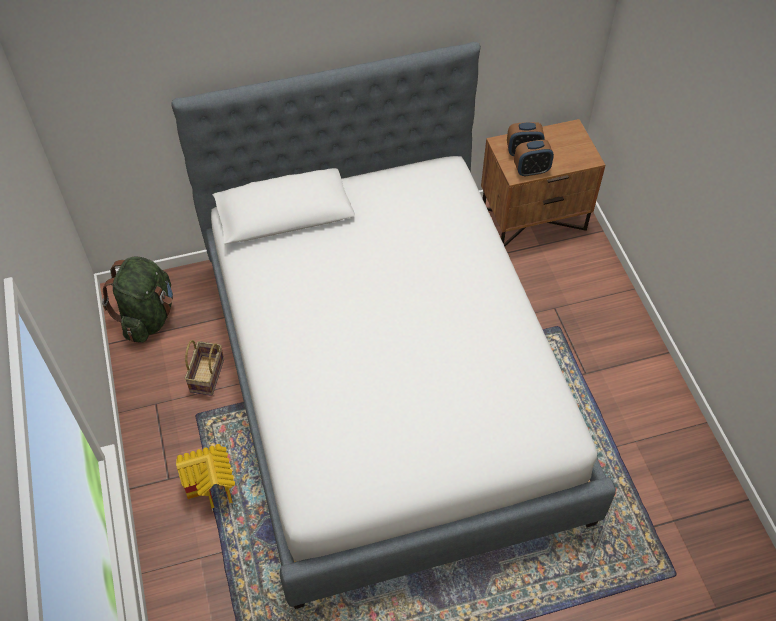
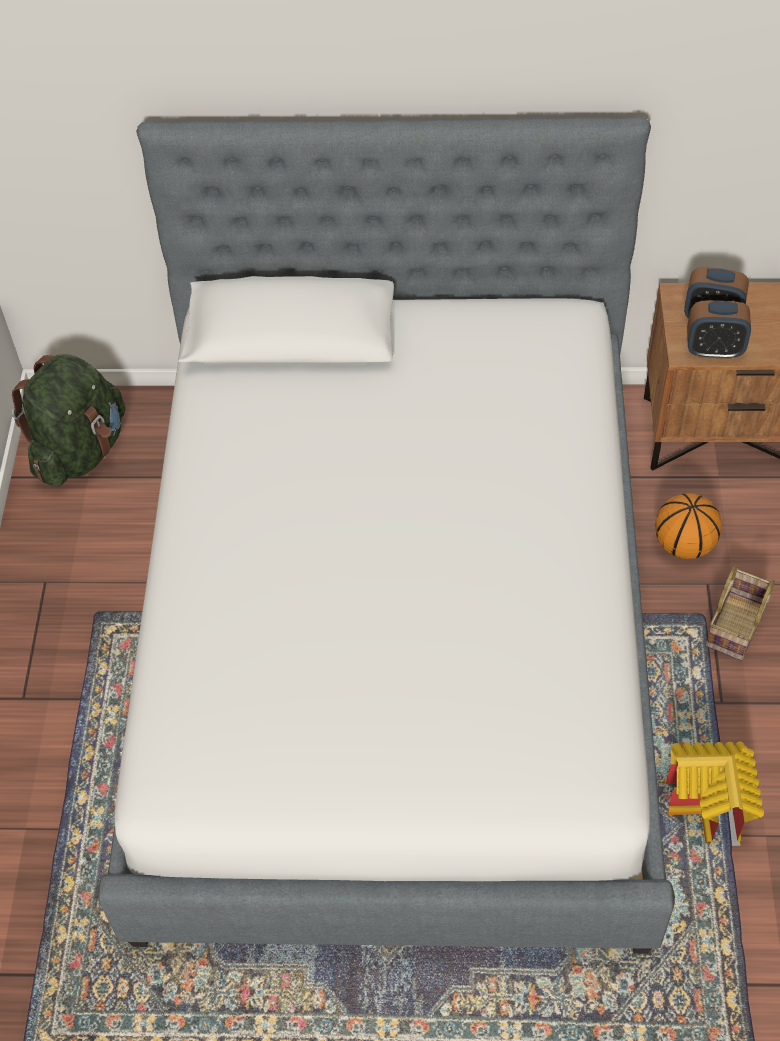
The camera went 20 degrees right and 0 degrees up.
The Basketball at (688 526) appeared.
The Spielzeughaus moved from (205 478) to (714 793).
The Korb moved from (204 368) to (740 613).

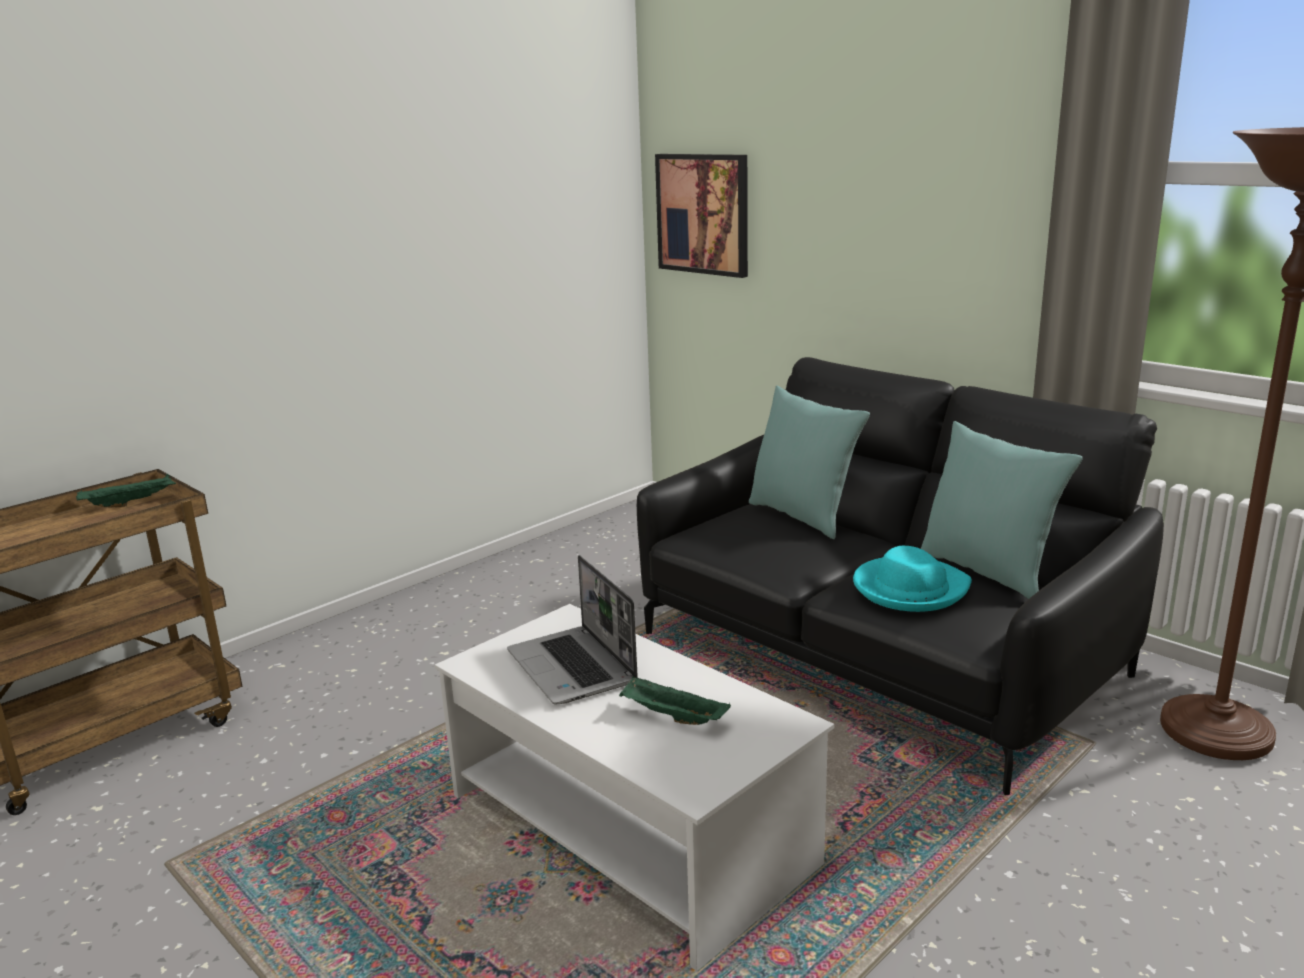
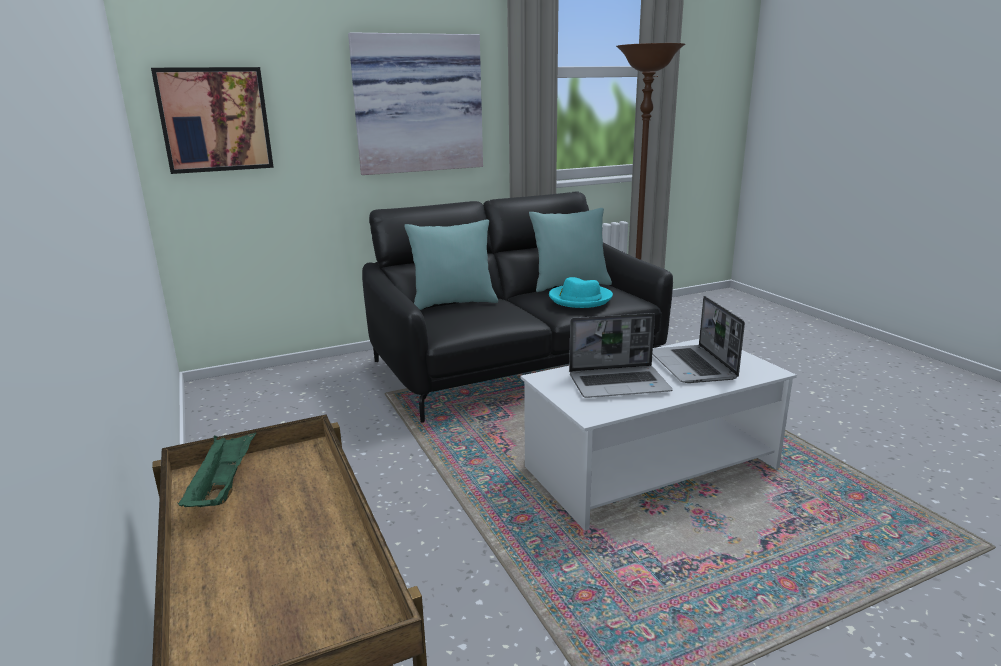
The camera went 70 degrees left and 0 degrees up.
The Bild at (415 103) appeared.
The Tablett (grün) at (675 700) was replaced by the Laptop at (698 339).

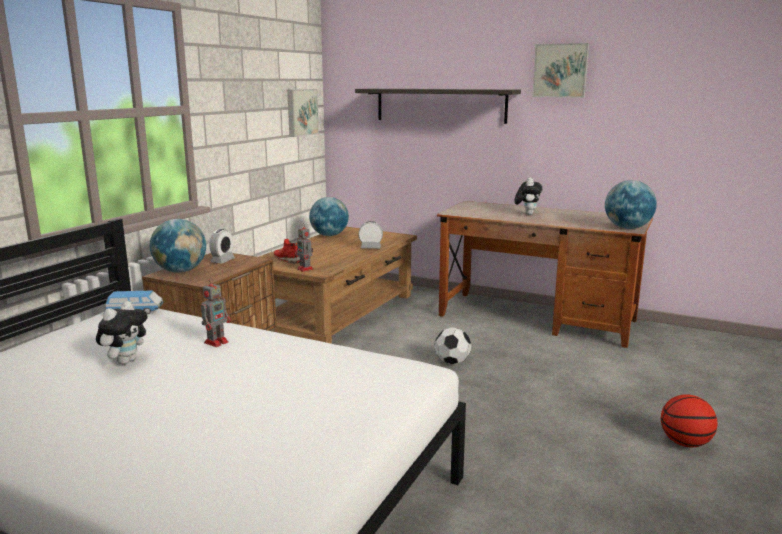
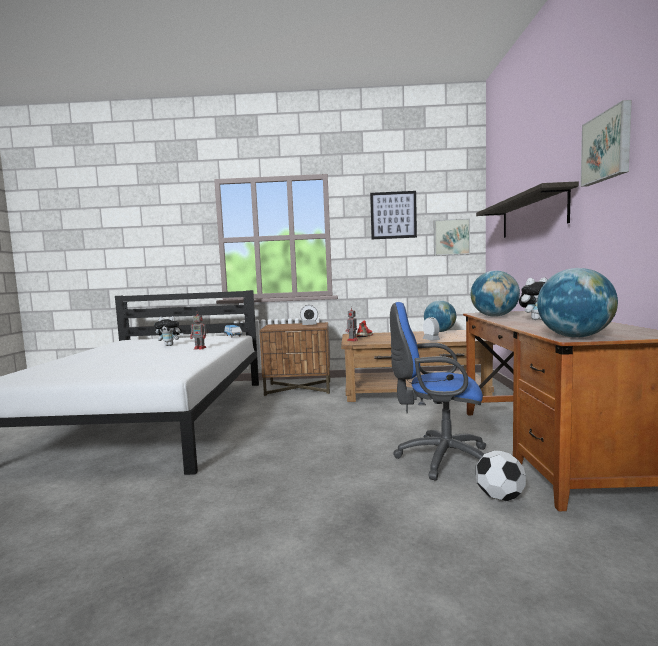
The camera went 65 degrees right and 10 degrees down.
The Bild at (393 215) appeared.
The Bürostuhl (blau) at (438 391) appeared.
The Globus moved from (178 246) to (495 294).
The Fußball moved from (452 345) to (501 476).
The Basketball at (689 420) disappeared.

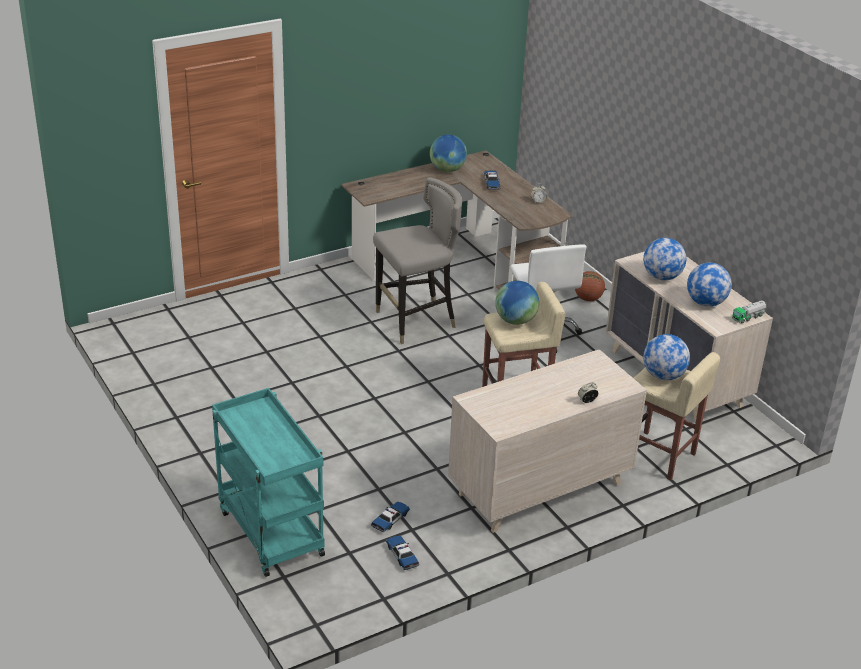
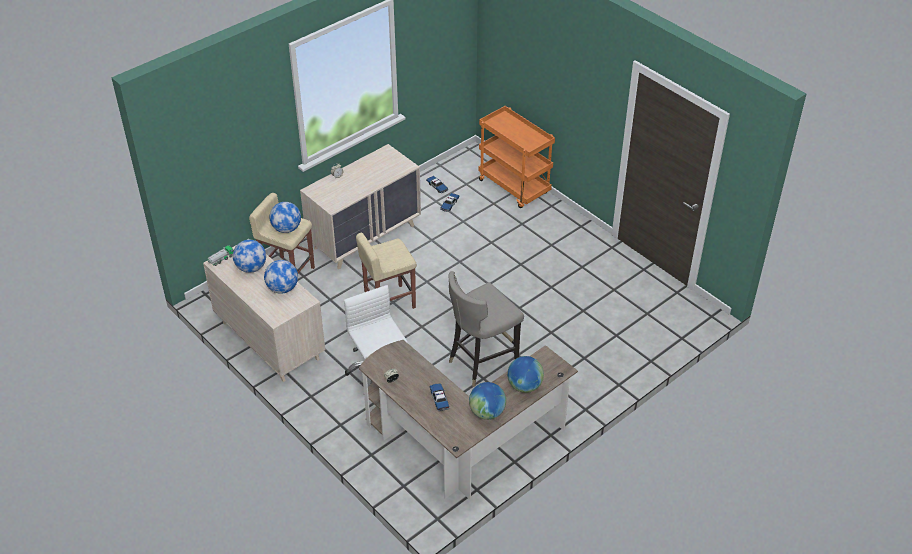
The camera went 170 degrees right and 10 degrees up.
The Rollwagen (türkis) at (268 482) became the Rollwagen (orange) at (517 157).
The Globus moved from (517 303) to (525 374).
The Basketball at (590 286) disappeared.

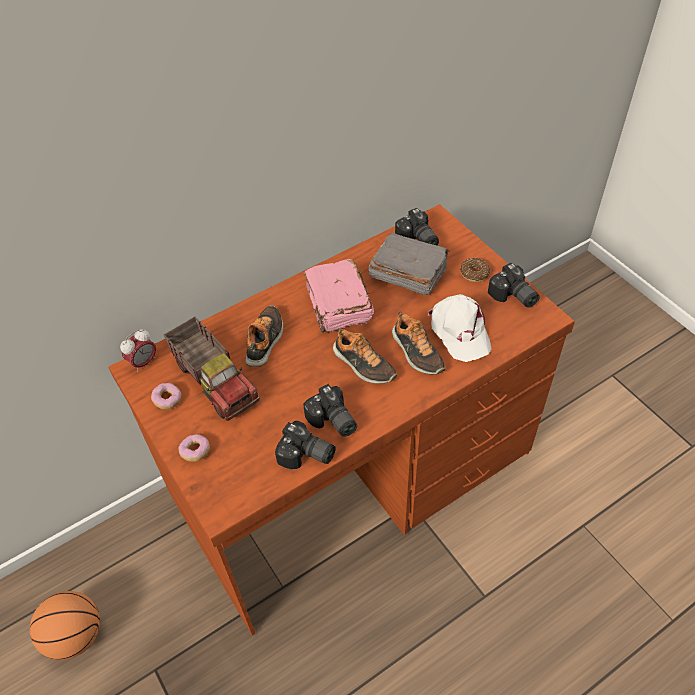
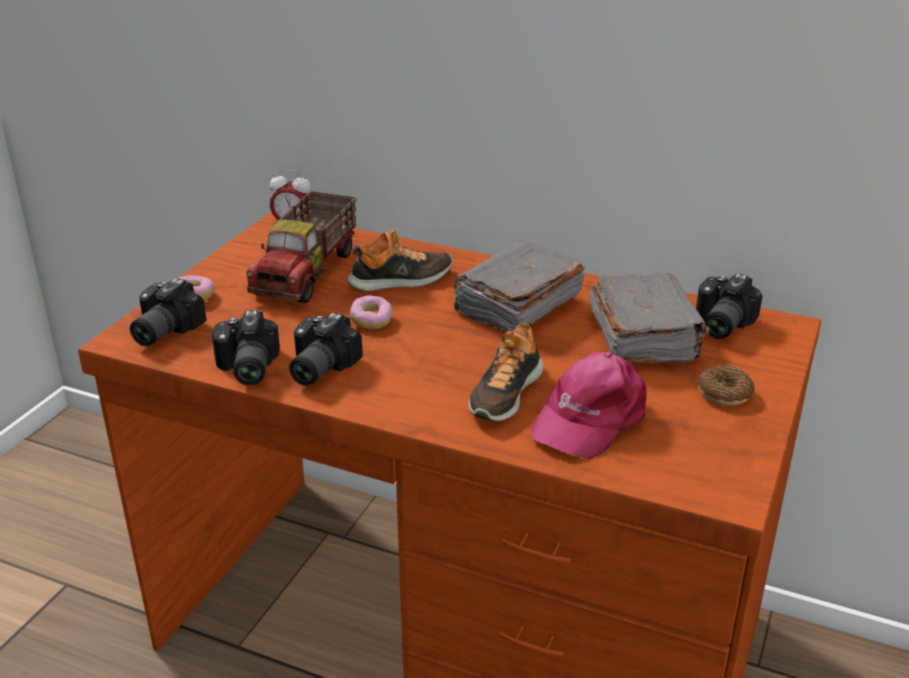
The camera went 55 degrees right and 20 degrees down.
The Kamera moved from (514 285) to (168 312).
The Donut moved from (166 396) to (371 312).
The Buch (rosa) at (338 296) became the Buch (grau) at (519 287).
The Kappe (weiß) at (460 328) became the Kappe (rosa) at (589 405).
The Basketball at (65 625) disappeared.
The Schuh at (365 356) disappeared.

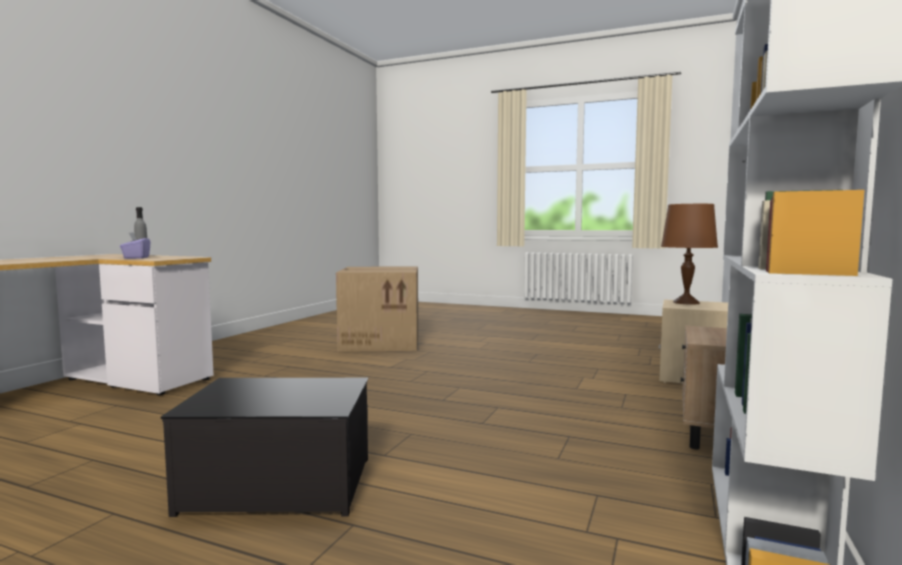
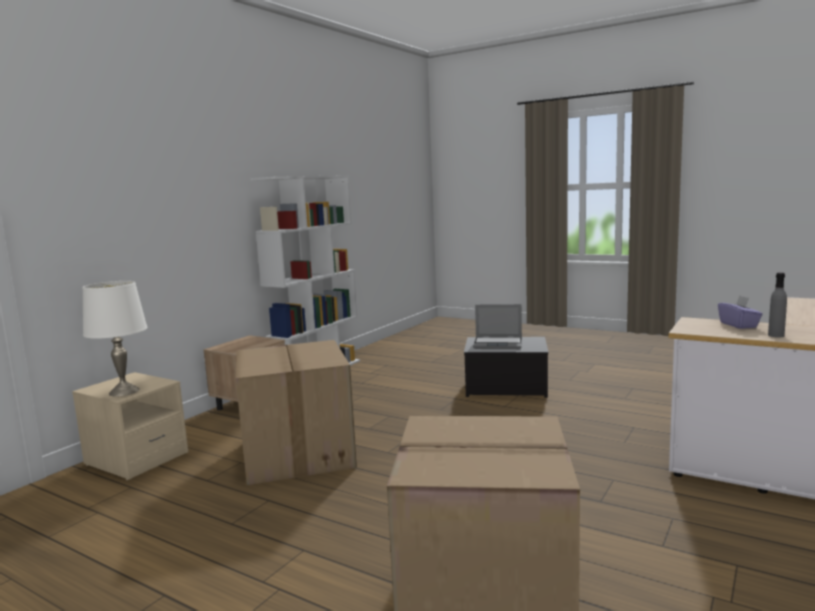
The camera went 170 degrees left and 5 degrees up.
The Tischlampe (braun) at (689 254) became the Tischlampe (weiß) at (115 339).
The Karton at (296 412) appeared.
The Laptop at (497 326) appeared.

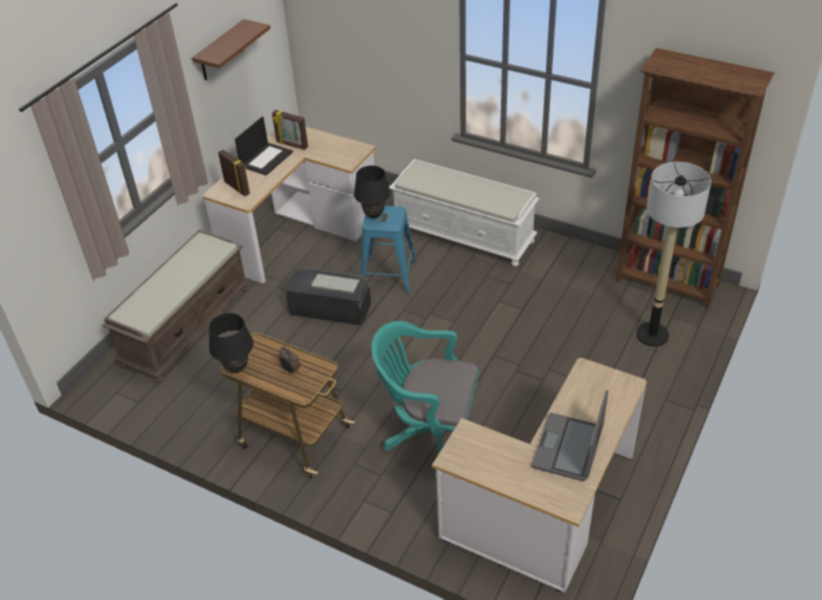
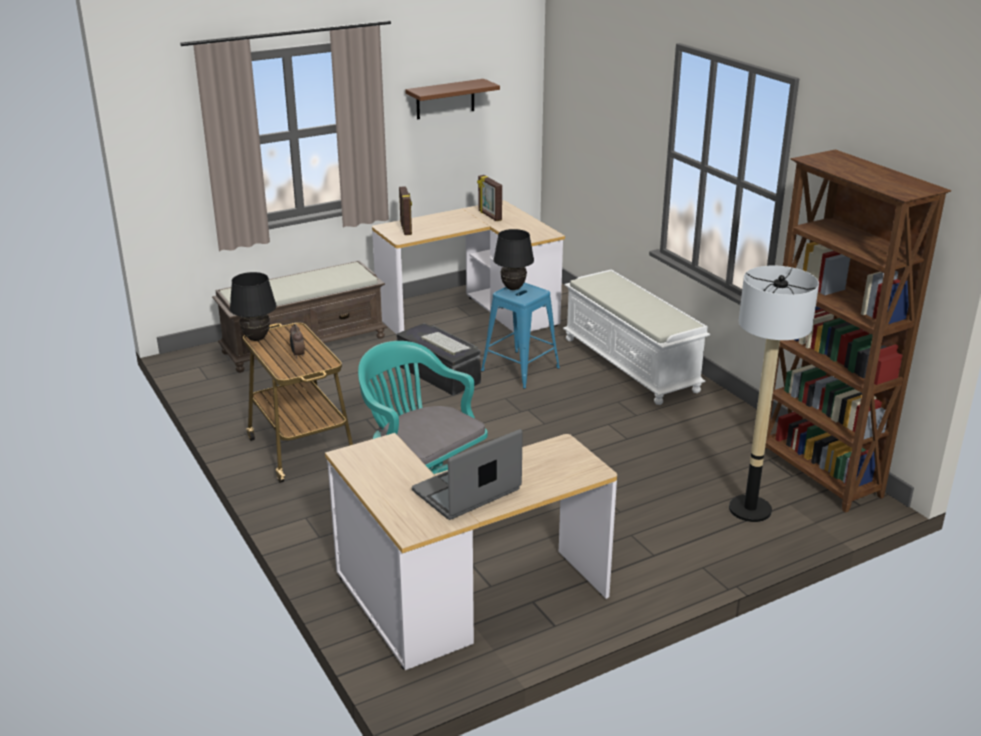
The camera went 30 degrees right and 15 degrees down.
The Laptop at (264 146) disappeared.

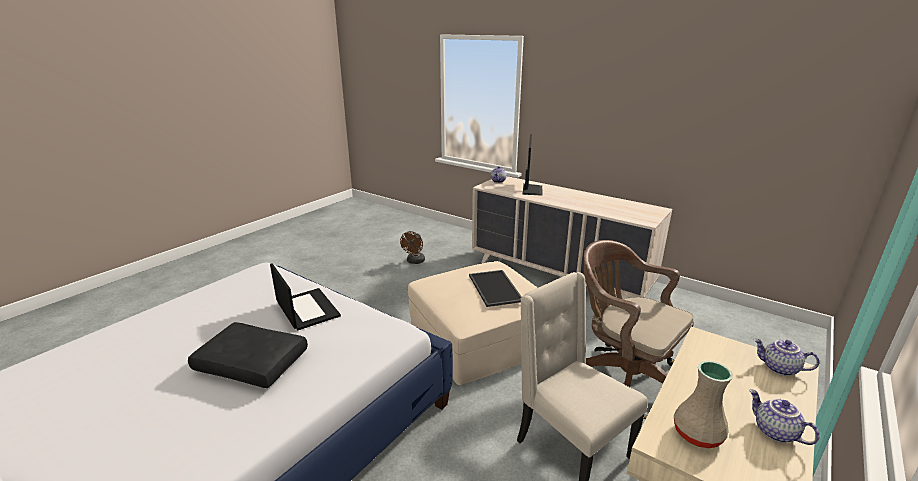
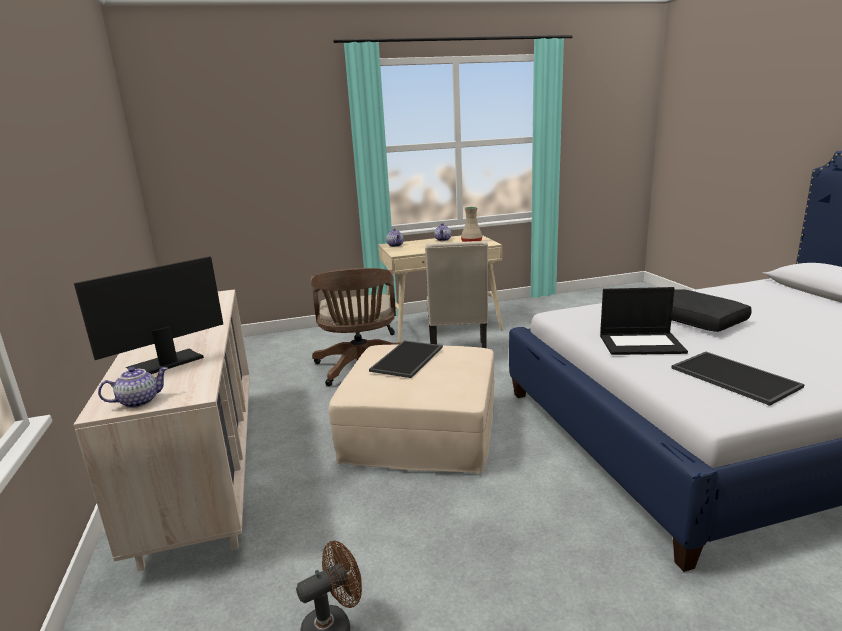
The camera went 140 degrees left and 5 degrees down.
The Laptop at (305 296) turned 90 degrees counterclockwise.
The Tablett at (738 379) appeared.

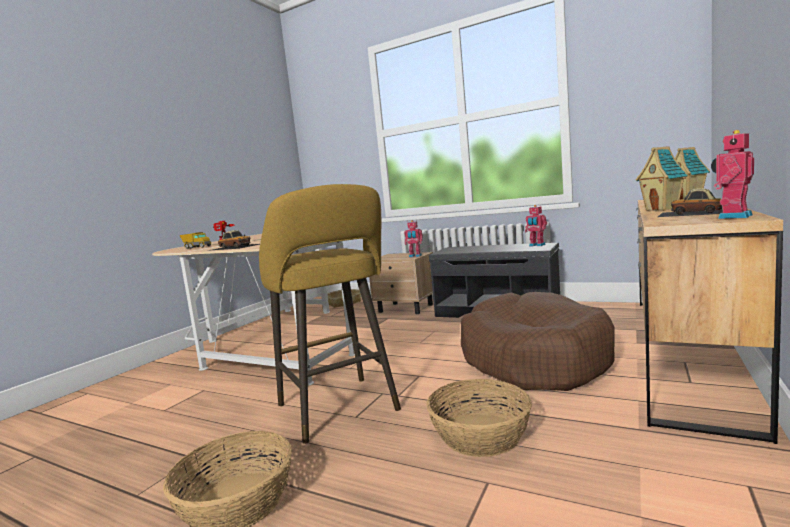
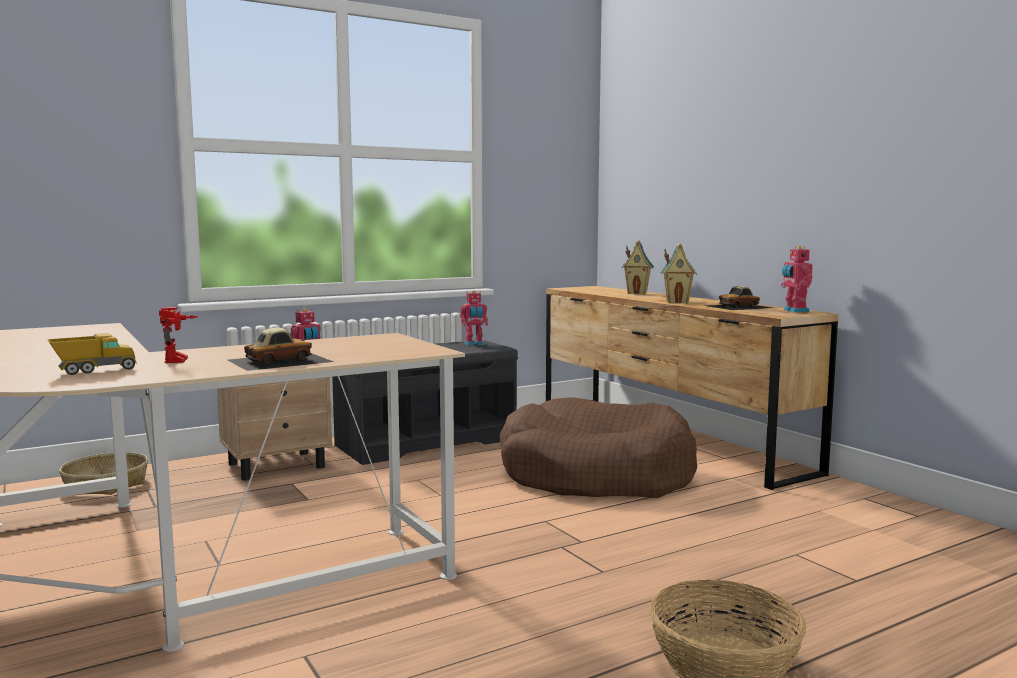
The camera went 60 degrees left and 0 degrees up.
The Hocker (gelb) at (330 314) disappeared.
The Korb at (479 418) disappeared.

